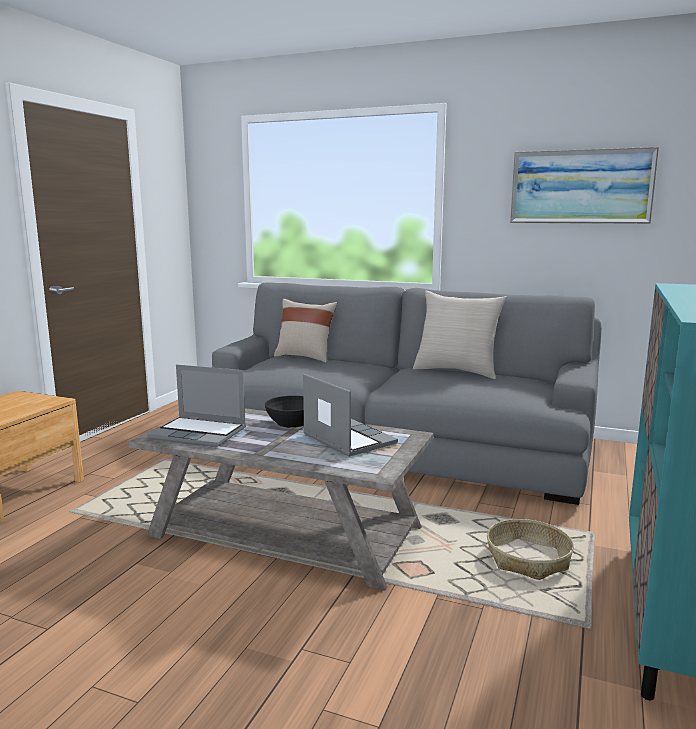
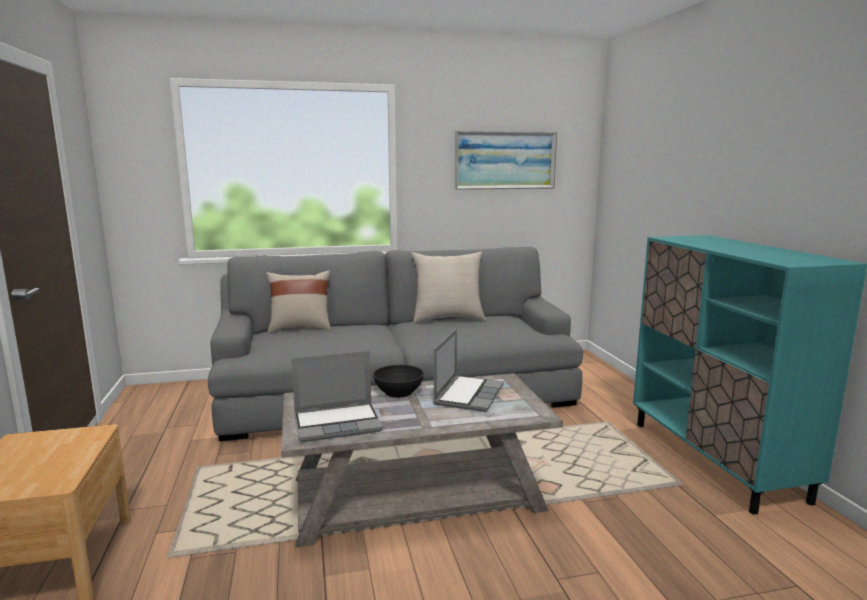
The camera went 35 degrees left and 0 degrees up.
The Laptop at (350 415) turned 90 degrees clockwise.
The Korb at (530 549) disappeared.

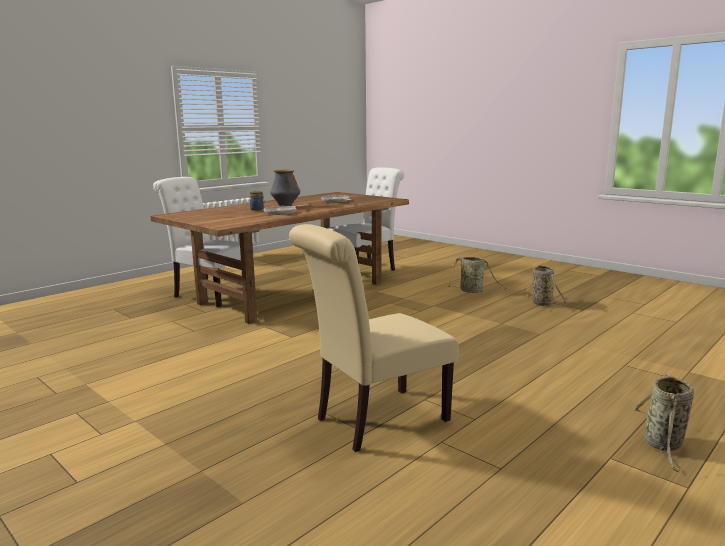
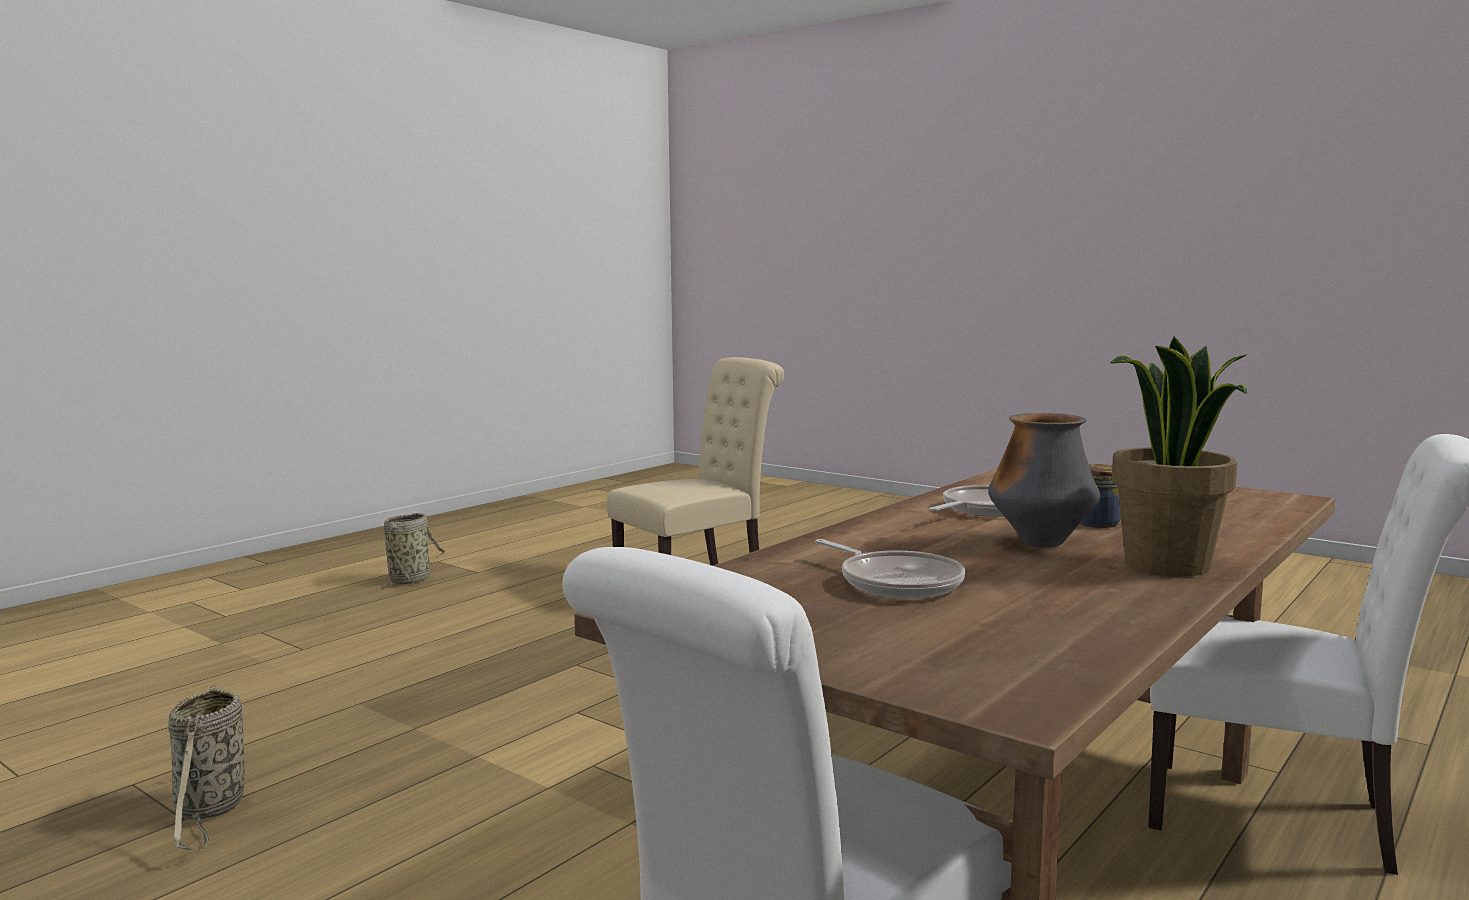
The camera went 175 degrees right and 5 degrees down.
The Topfpflanze at (1179 457) appeared.
The Korb at (477 275) disappeared.

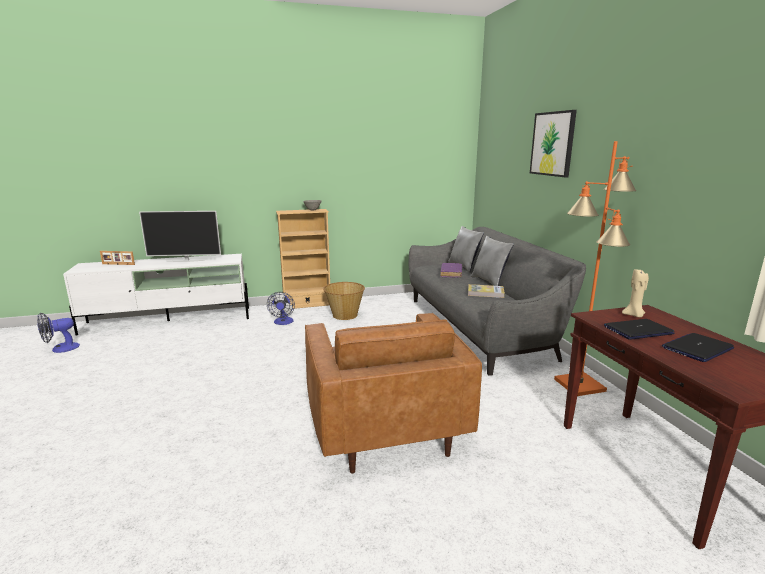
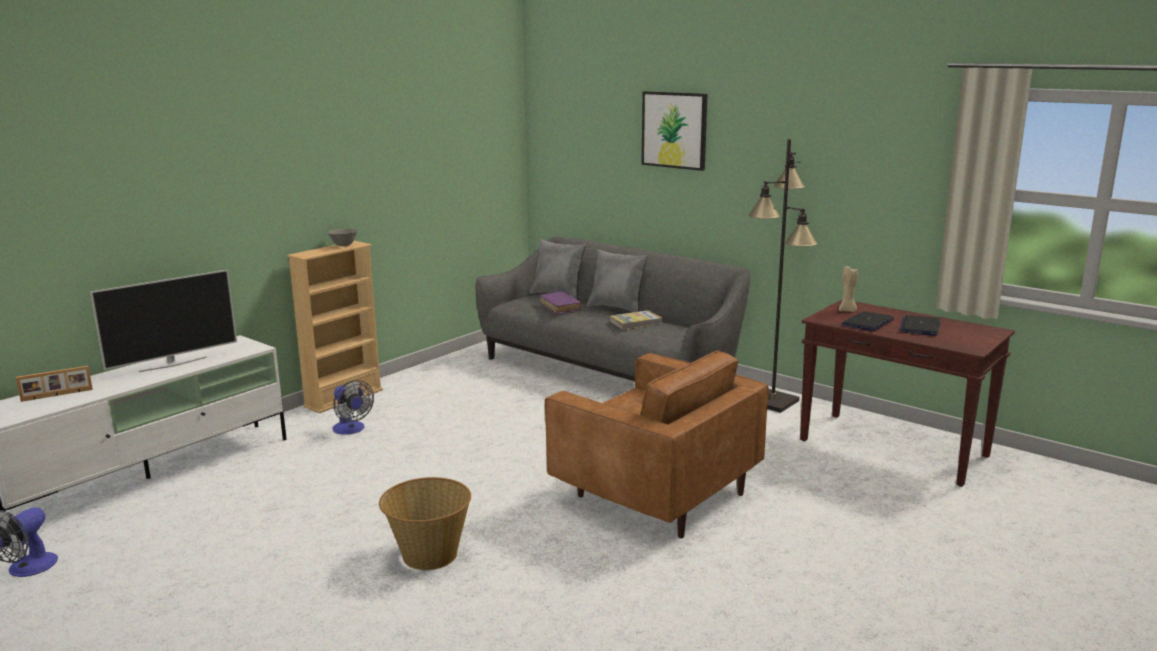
The camera went 35 degrees left and 0 degrees up.
The Korb moved from (344 301) to (425 523).
The Stehlampe (orange) at (595 268) became the Stehlampe (schwarz) at (782 276).

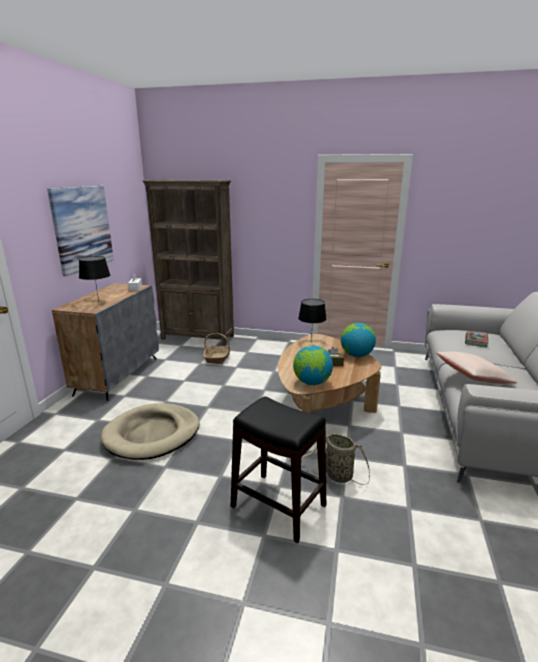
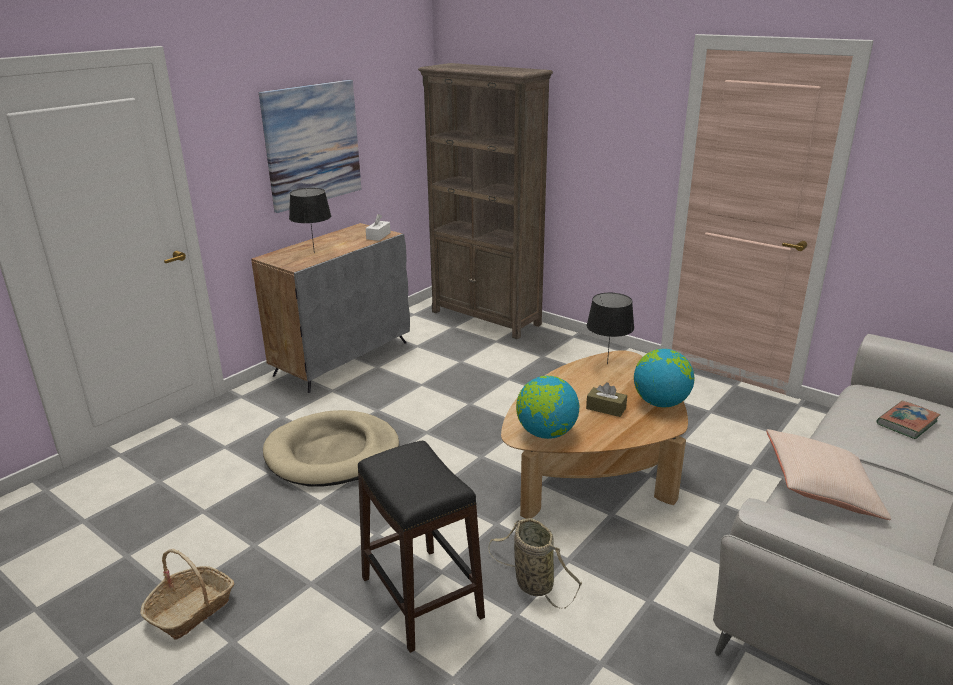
The camera went 25 degrees right and 5 degrees up.
The Korb moved from (217 348) to (187 594).

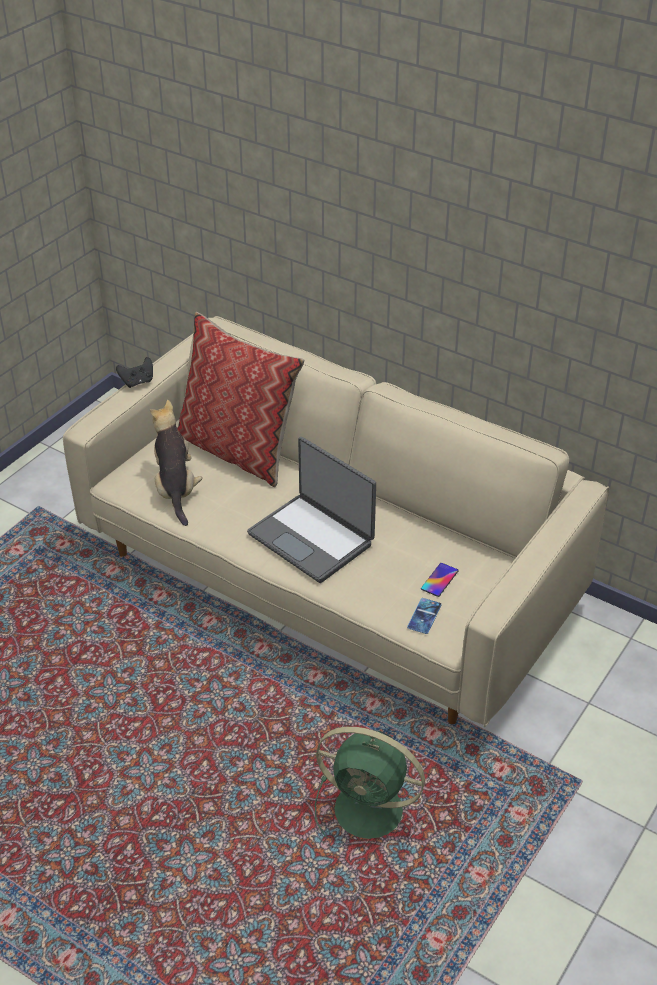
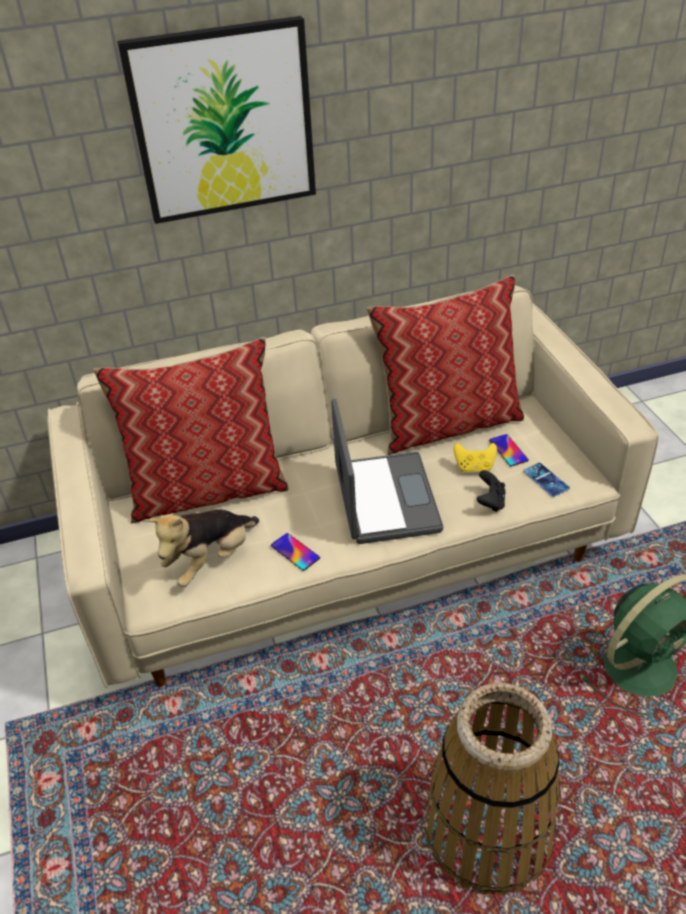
The camera went 50 degrees left and 0 degrees up.
The Bild at (216 120) appeared.
The Plüschtier at (176 463) turned 75 degrees counterclockwise.
The Handy at (295 552) appeared.
The Laptop at (311 510) turned 90 degrees counterclockwise.
The Kissen at (445 364) appeared.
The Korb at (493 789) appeared.
The Gamepad (gelb) at (475 457) appeared.
The Gamepad (schwarz) moved from (134 372) to (491 491).

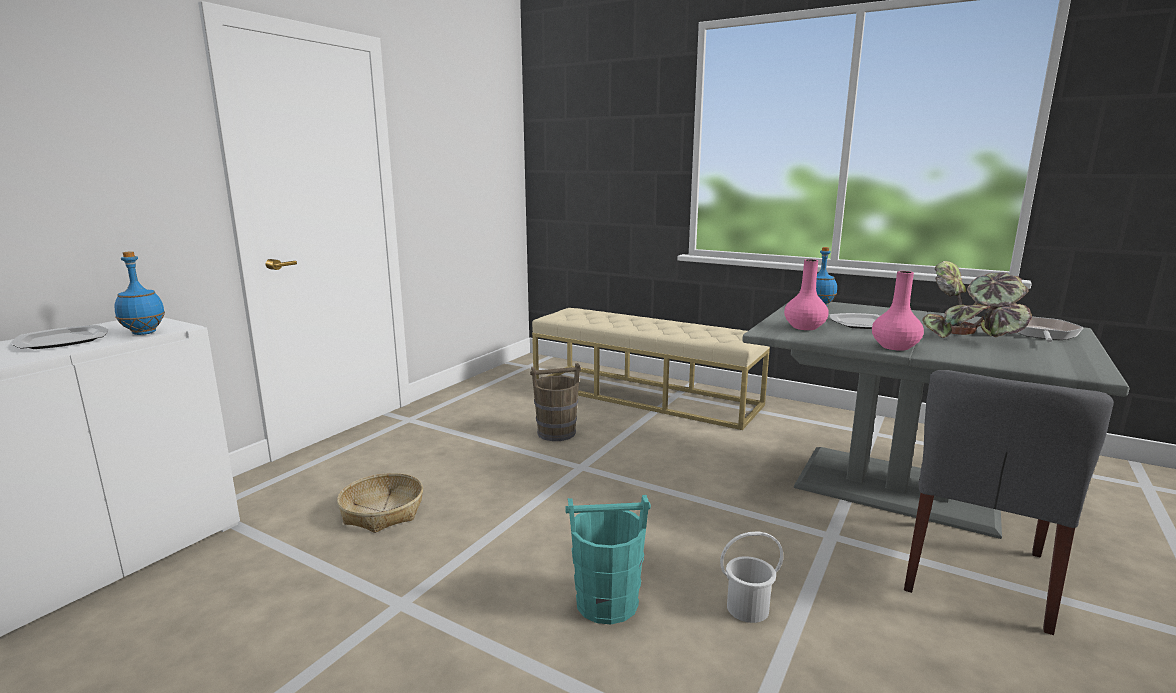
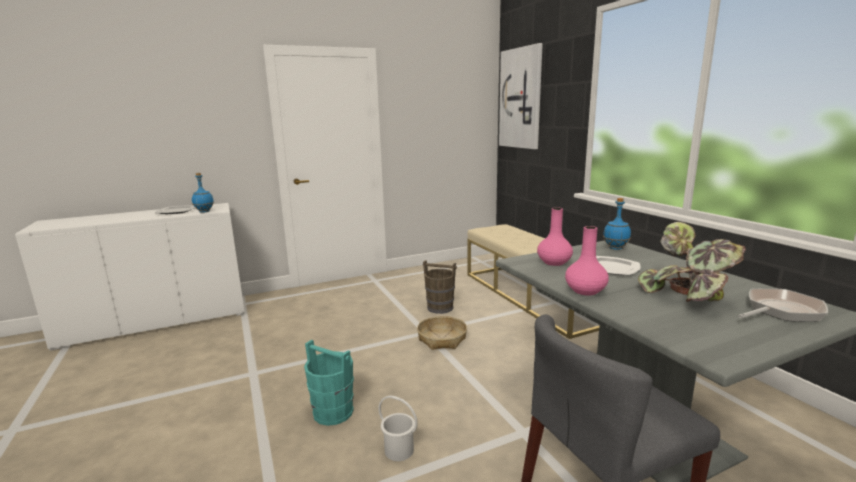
The camera went 35 degrees right and 0 degrees up.
The Korb moved from (380 503) to (442 333).
The Bild at (521 96) appeared.

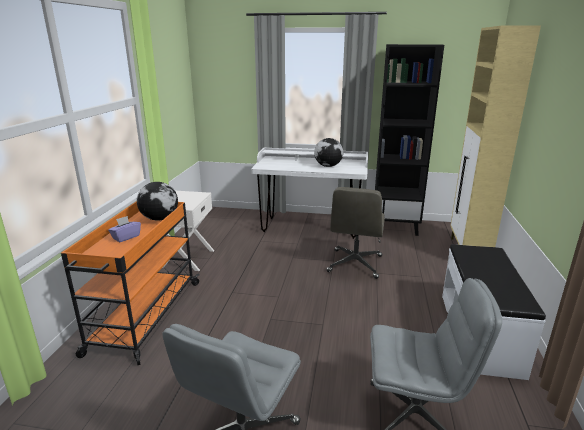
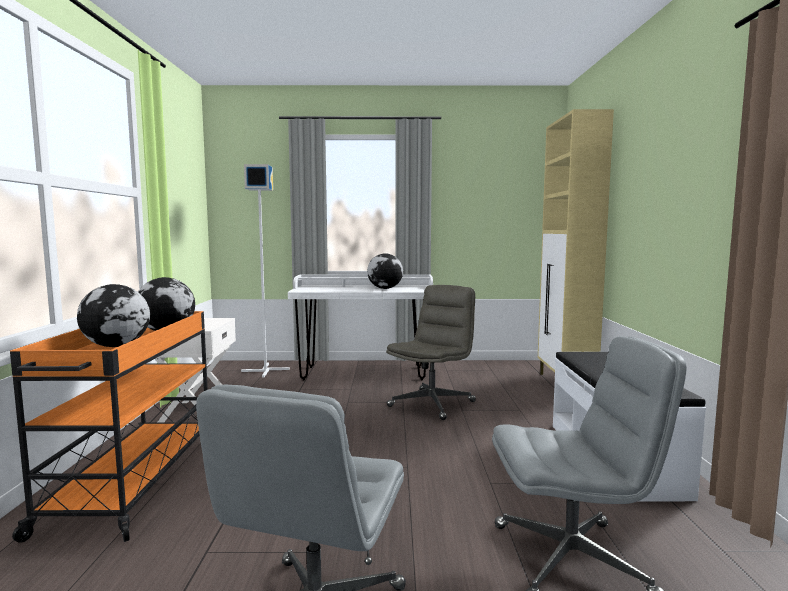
The camera went 10 degrees left and 15 degrees down.
The Taschentuchbox (lila) at (124 229) was replaced by the Globus at (113 315).
The Stehlampe (weiß) at (265 270) appeared.
The Bürostuhl (grau) at (355 233) turned 150 degrees counterclockwise.
The Bücherregal (schwarz) at (409 140) disappeared.

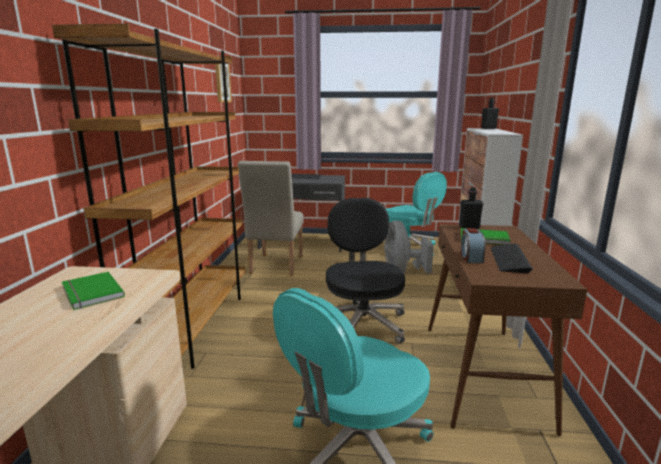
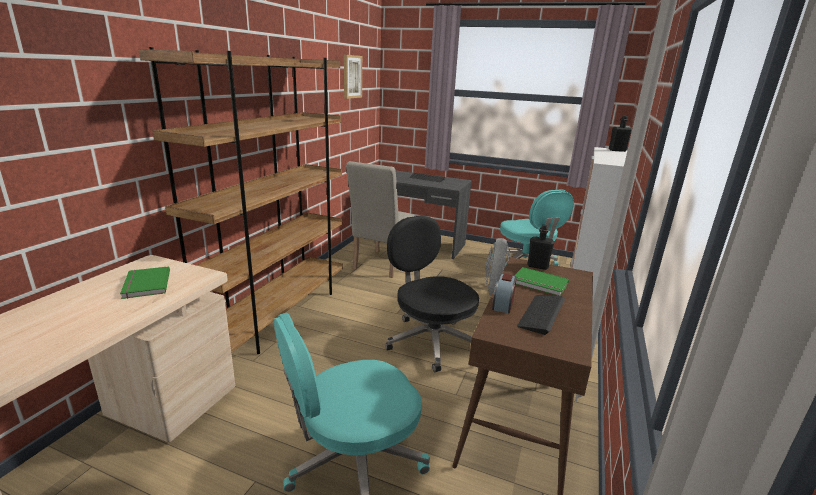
The camera went 15 degrees right and 5 degrees up.
The Bürostuhl (schwarz) at (365 271) turned 45 degrees counterclockwise.

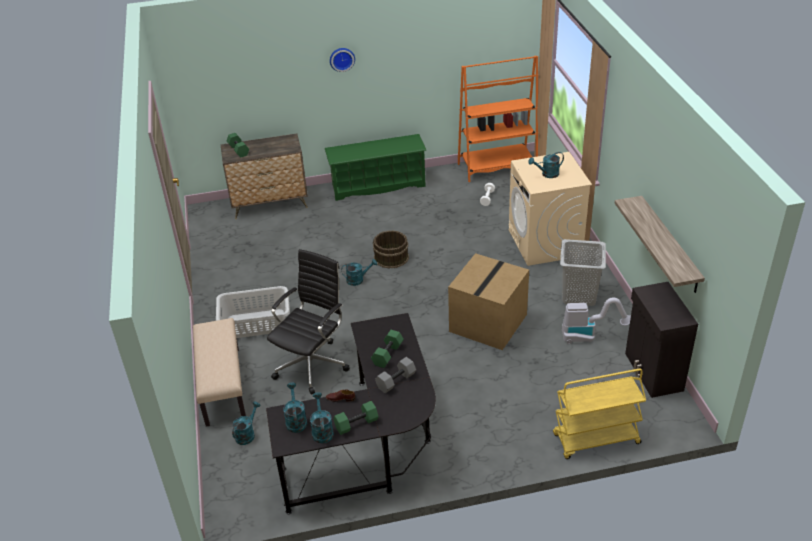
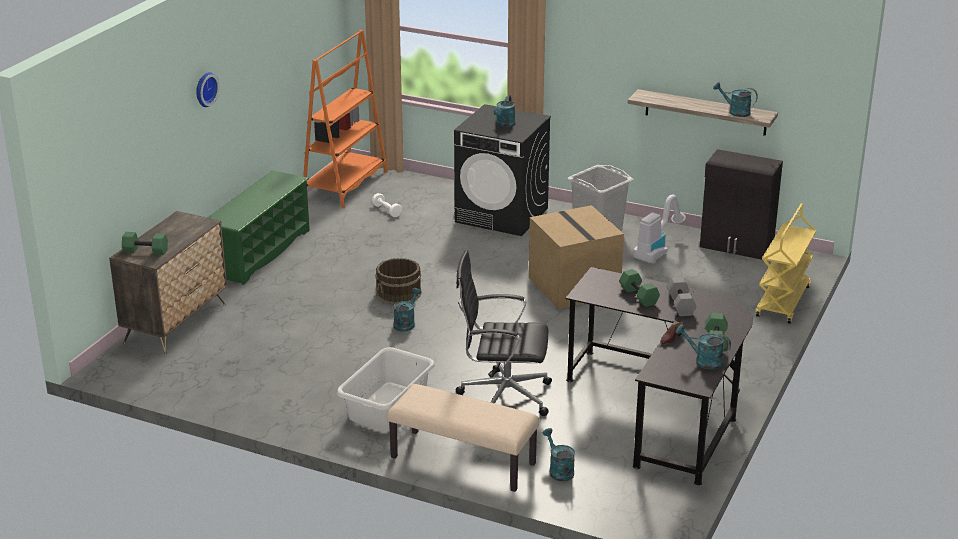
The camera went 55 degrees left and 10 degrees down.
The Waschmaschine (beige) at (550 209) became the Waschmaschine (schwarz) at (502 170).
The Bürostuhl (schwarz) at (308 322) turned 60 degrees counterclockwise.
The Gießkanne (türkis) moved from (295 408) to (735 99).

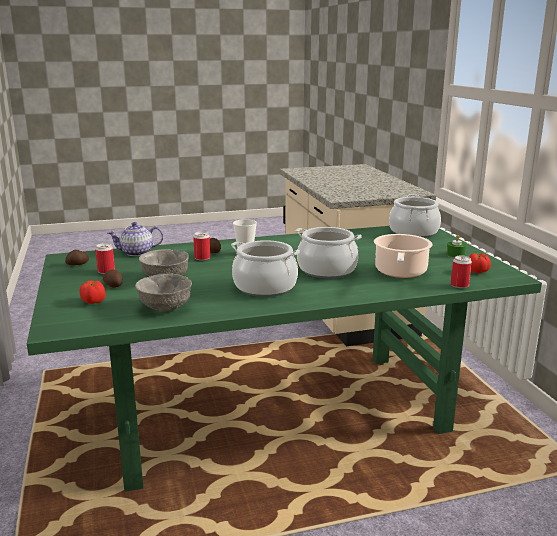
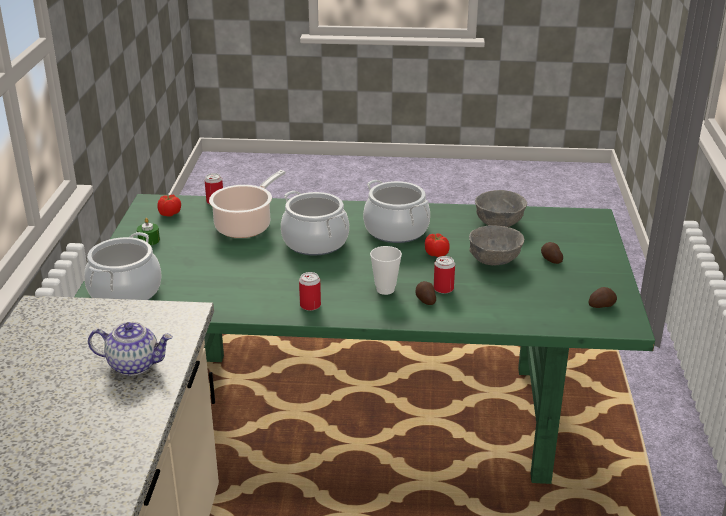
The camera went 160 degrees left and 10 degrees up.
The Teekanne moved from (135 239) to (130 349).
The Dose moved from (105 258) to (310 291).
The Tomate moved from (92 292) to (437 245).

